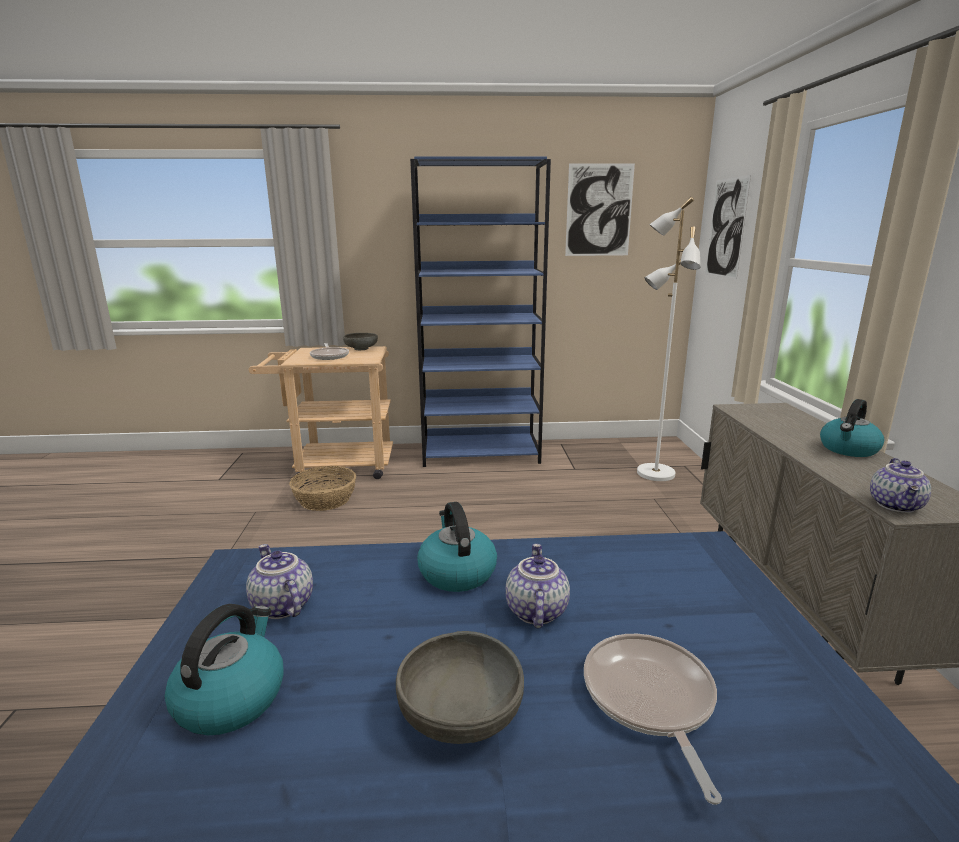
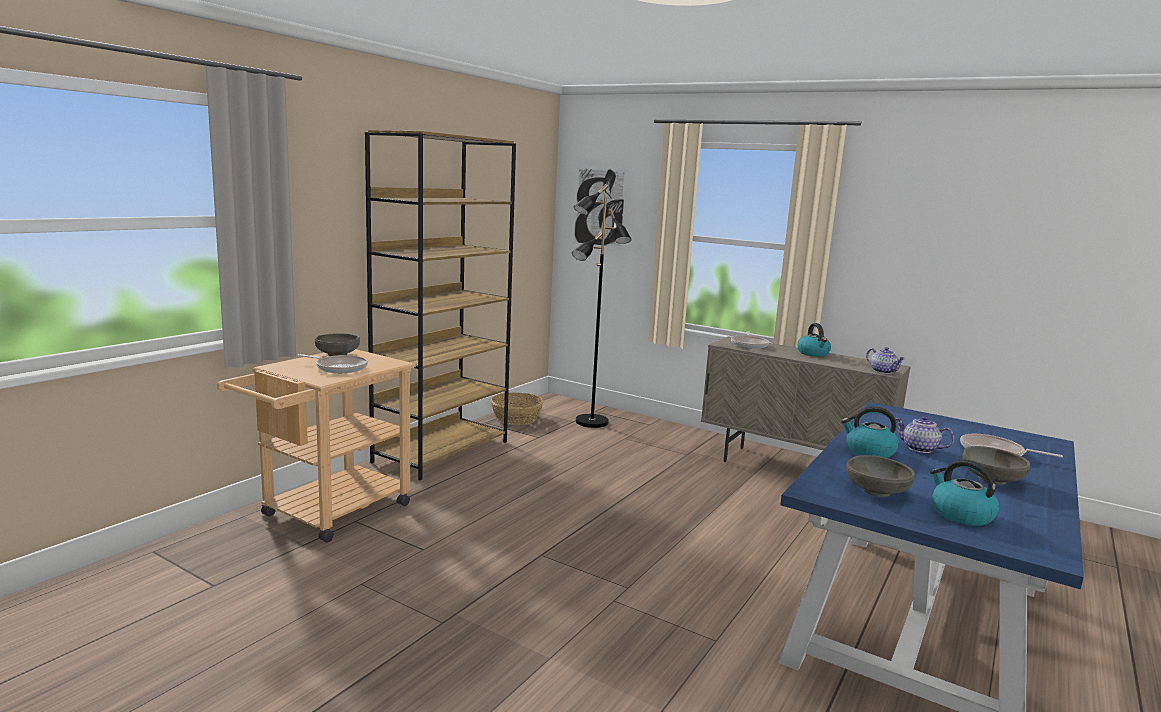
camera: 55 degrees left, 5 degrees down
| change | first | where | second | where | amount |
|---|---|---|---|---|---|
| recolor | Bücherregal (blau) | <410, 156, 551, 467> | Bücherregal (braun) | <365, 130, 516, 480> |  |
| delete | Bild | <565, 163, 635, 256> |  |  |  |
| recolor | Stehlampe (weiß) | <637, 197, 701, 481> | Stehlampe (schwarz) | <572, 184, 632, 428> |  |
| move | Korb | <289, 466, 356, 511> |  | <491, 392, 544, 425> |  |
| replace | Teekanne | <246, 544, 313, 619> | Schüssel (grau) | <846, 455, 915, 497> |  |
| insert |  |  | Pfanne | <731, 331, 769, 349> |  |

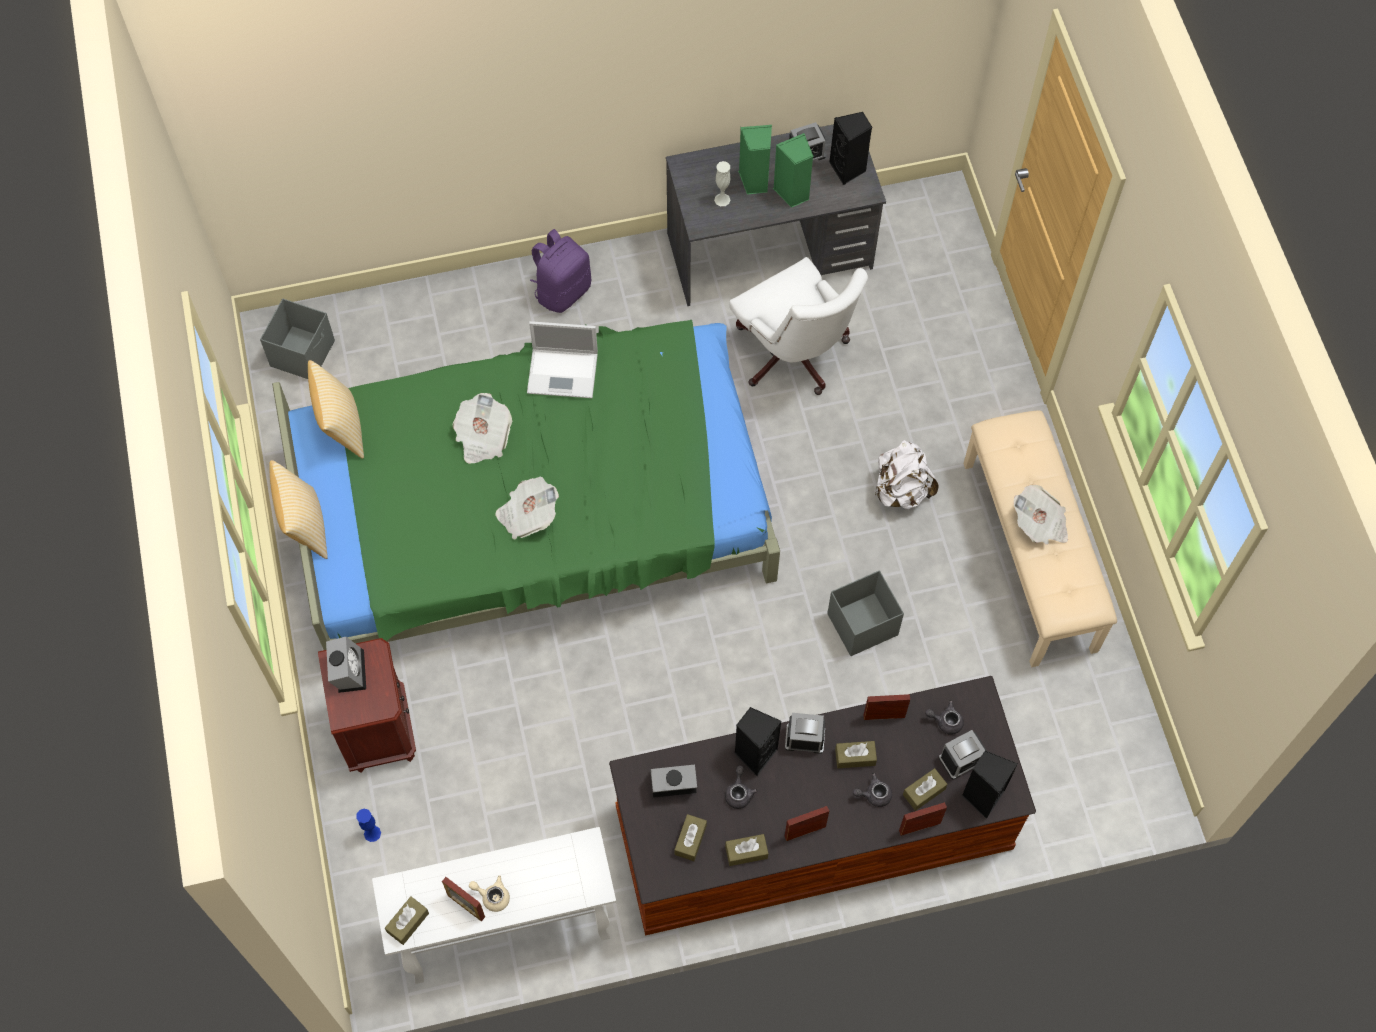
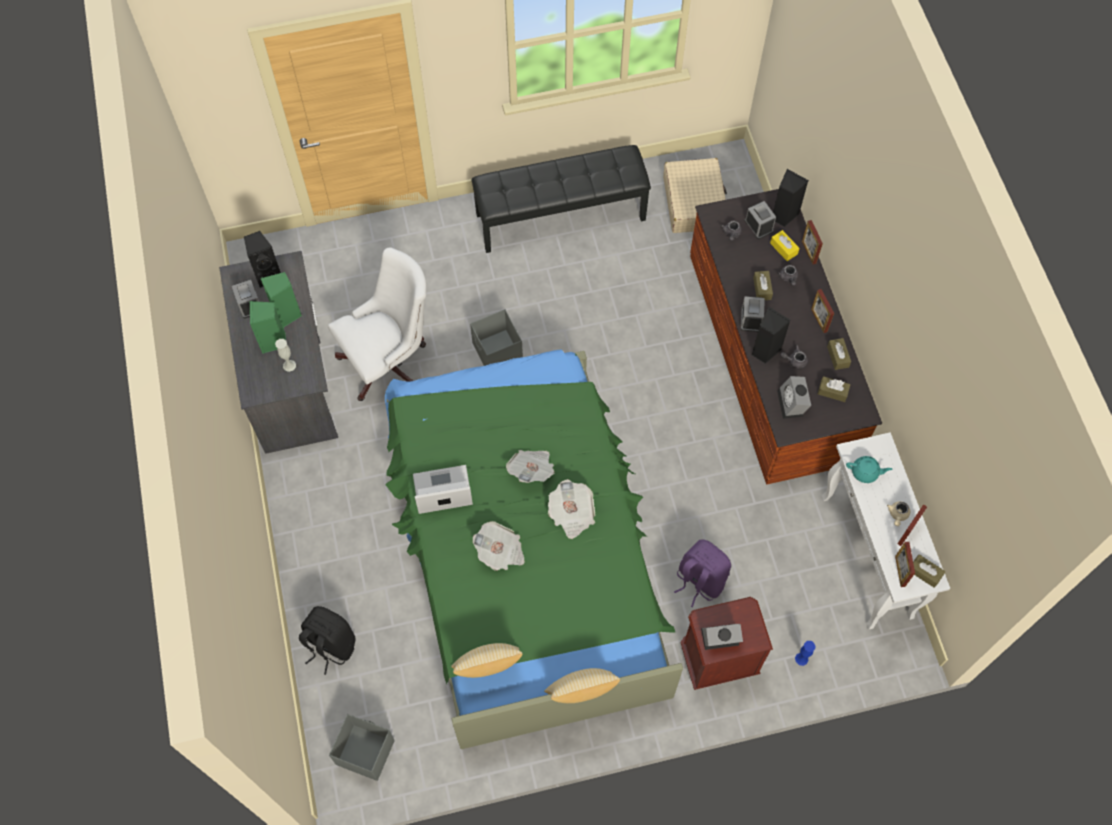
camera: 90 degrees left, 0 degrees up
| change | first | where | second | where | amount |
|---|---|---|---|---|---|
| move | Rucksack (lila) | <530, 229, 591, 313> |  | <674, 539, 731, 607> |  |
| rotate | Laptop | <527, 321, 598, 398> |  | <413, 465, 473, 514> | 105 degrees counterclockwise |
| recolor | Bank (beige) | <963, 410, 1117, 667> | Bank (schwarz) | <471, 145, 651, 253> |  |
| delete | Rucksack (weiß) | <874, 440, 939, 510> |  |  |  |
| move | Zeitung | <1013, 485, 1068, 545> |  | <506, 450, 554, 483> |  |
| move | Aufbewahrungsbox (grau) | <827, 571, 904, 656> |  | <470, 309, 523, 366> |  |
| move | Bilderrahmen | <864, 694, 910, 720> |  | <895, 542, 915, 587> |  |
| recolor | Taschentuchbox (braun) | <903, 768, 947, 811> | Taschentuchbox (gelb) | <770, 230, 800, 261> |  |
| insert |  |  | Koffer (beige) | <663, 158, 727, 233> |  |
| insert |  |  | Teekanne (türkis) | <846, 456, 892, 483> |  |
| insert |  |  | Rucksack (schwarz) | <299, 606, 356, 675> |  |

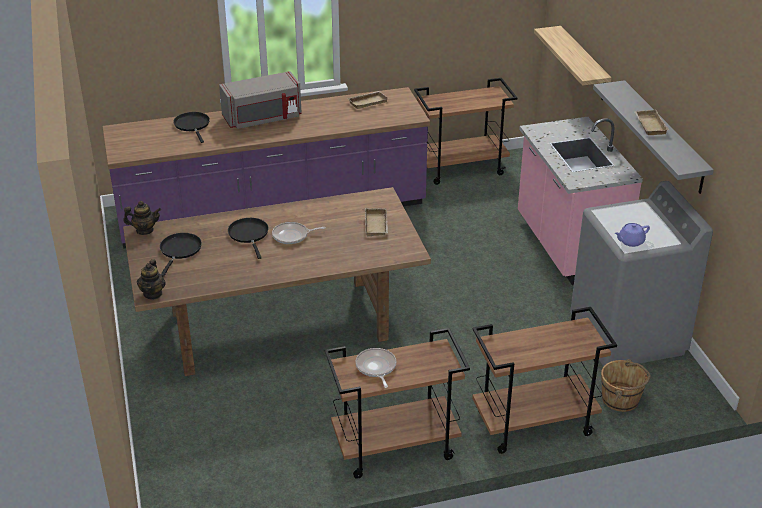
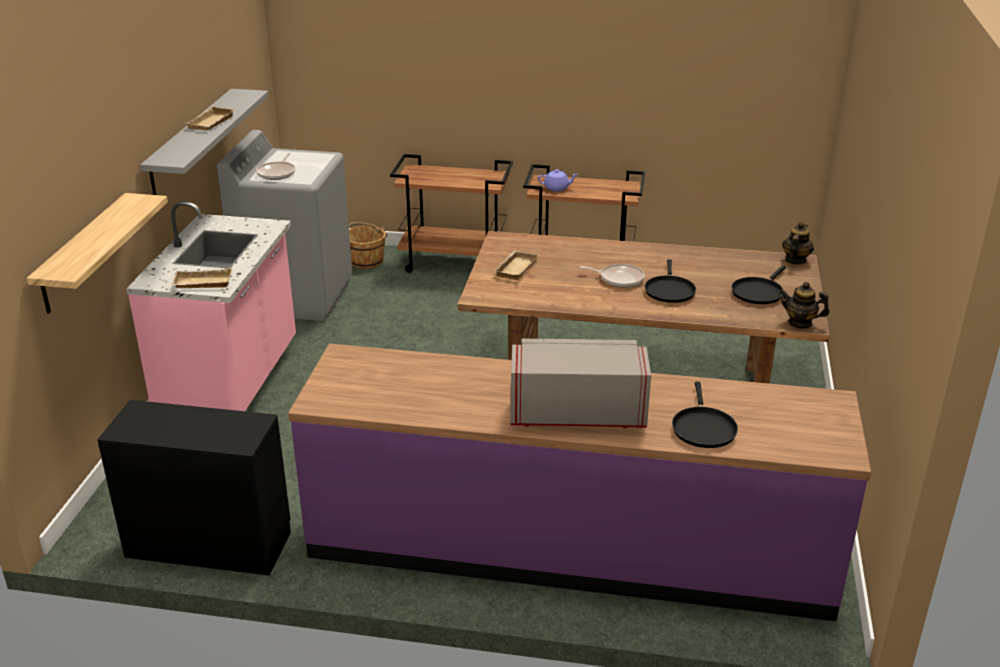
camera: 155 degrees left, 5 degrees down
| change | first | where | second | where | amount |
|---|---|---|---|---|---|
| replace | Rollwagen (braun) | <414, 78, 518, 185> | Kommode (schwarz) | <97, 400, 291, 575> |  |
| move | Tablett (beige) | <348, 91, 388, 109> |  | <172, 268, 232, 288> |  |
| move | Teekanne (lila) | <614, 223, 650, 247> |  | <538, 169, 578, 192> |  |
| move | Pfanne | <355, 348, 396, 388> |  | <256, 153, 296, 180> |  |

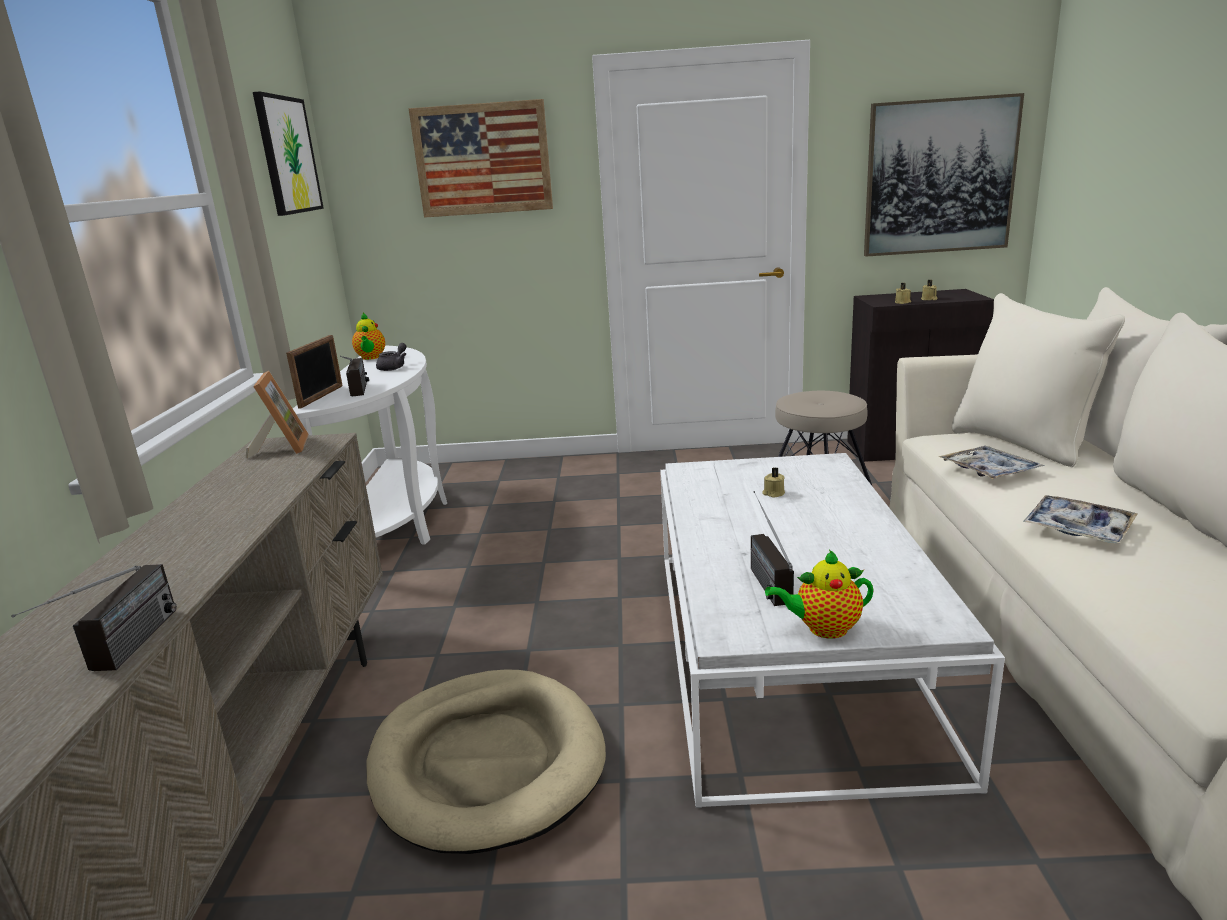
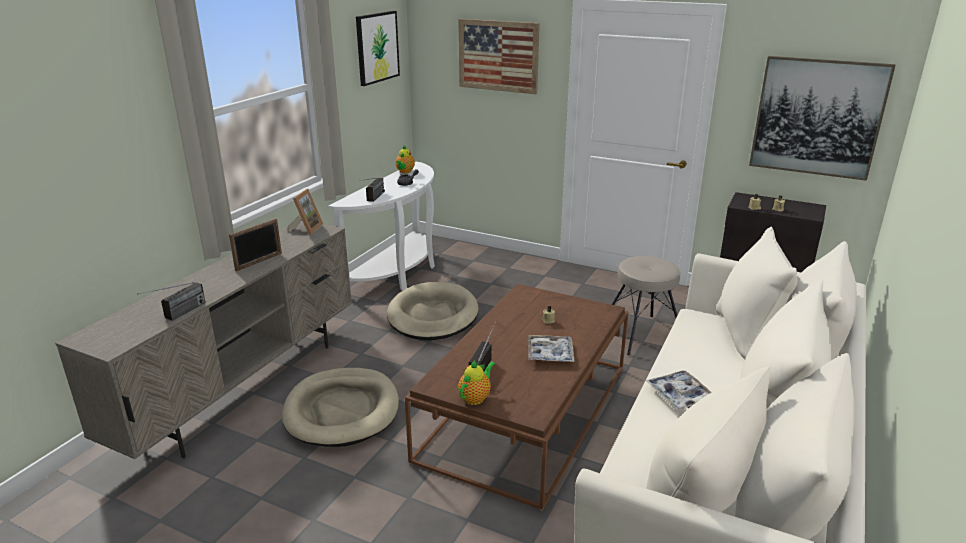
camera: 25 degrees right, 5 degrees up
| change | first | where | second | where | amount |
|---|---|---|---|---|---|
| move | Bilderrahmen | <286, 335, 343, 408> |  | <229, 218, 282, 271> |  |
| move | Tablett | <938, 446, 1044, 479> |  | <528, 335, 575, 362> |  |
| recolor | Couchtisch (weiß) | <660, 453, 1005, 808> | Couchtisch (braun) | <405, 284, 629, 511> |  |
| rotate | Teekanne | <765, 550, 874, 639> |  | <458, 361, 496, 405> | 105 degrees clockwise |
| insert |  |  | Hundebett (beige) | <387, 282, 479, 340> |  |

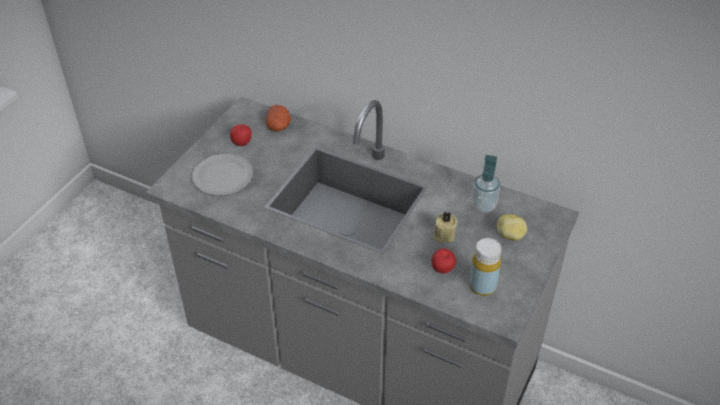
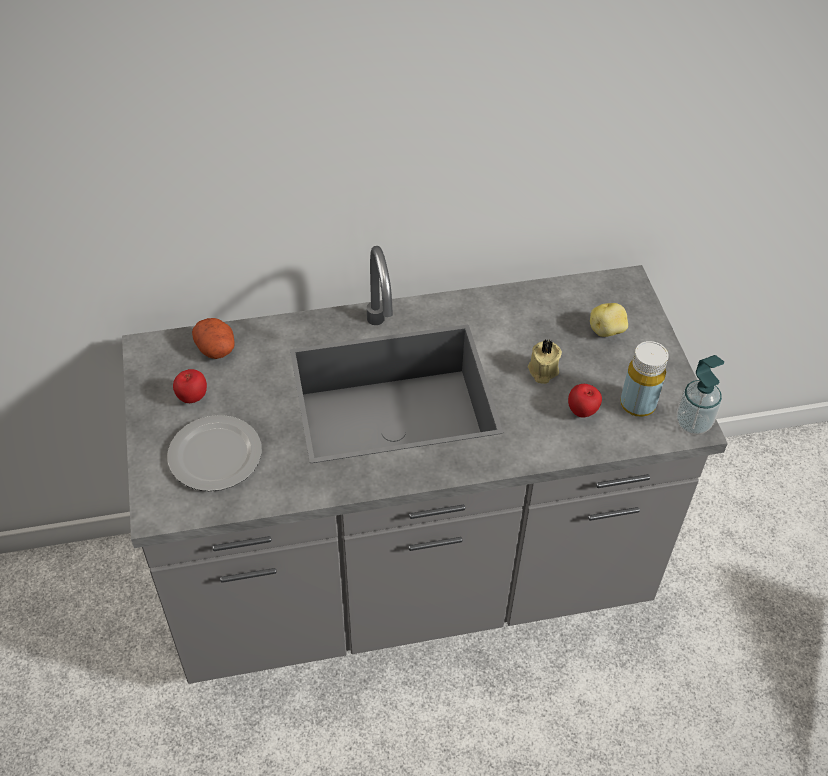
camera: 40 degrees left, 5 degrees up
| change | first | where | second | where | amount |
|---|---|---|---|---|---|
| move | Seifenspender | <472, 155, 500, 213> |  | <677, 355, 724, 435> |  |

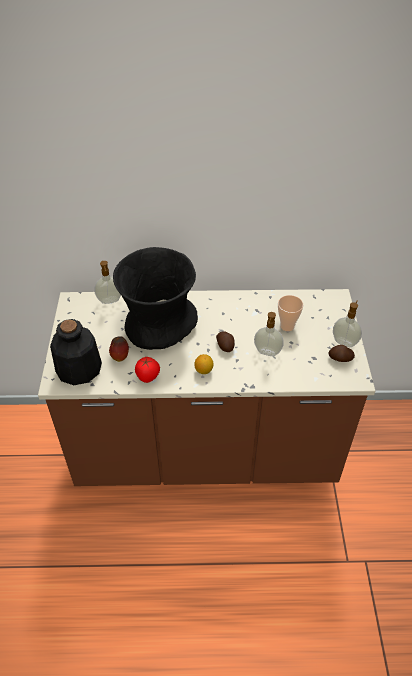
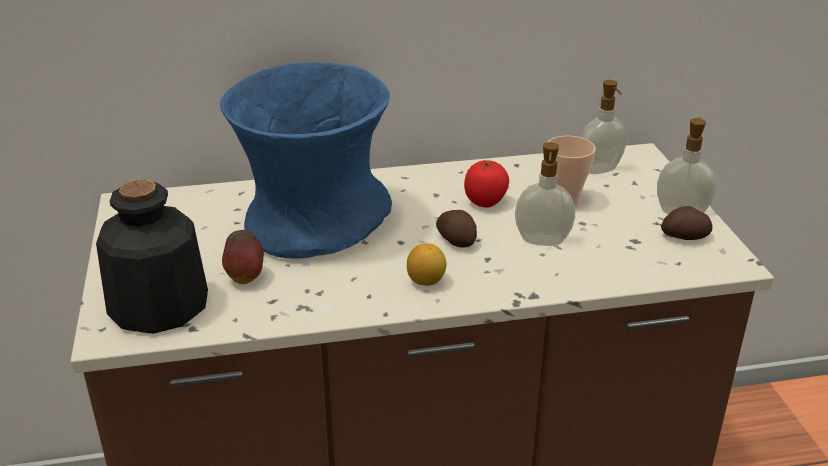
camera: 10 degrees left, 15 degrees down
| change | first | where | second | where | amount |
|---|---|---|---|---|---|
| recolor | Vase (schwarz) | <113, 247, 198, 350> | Vase (blau) | <220, 62, 392, 258> |  |
| move | Seifenspender | <94, 261, 121, 304> |  | <581, 80, 627, 174> |  |
| move | Tomate | <135, 357, 160, 383> |  | <464, 160, 509, 207> |  |

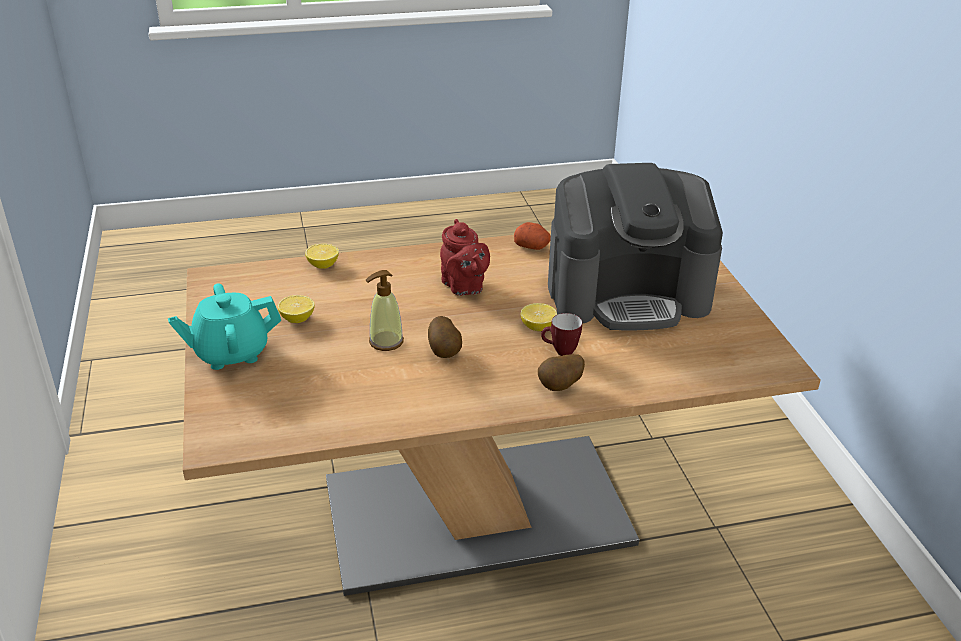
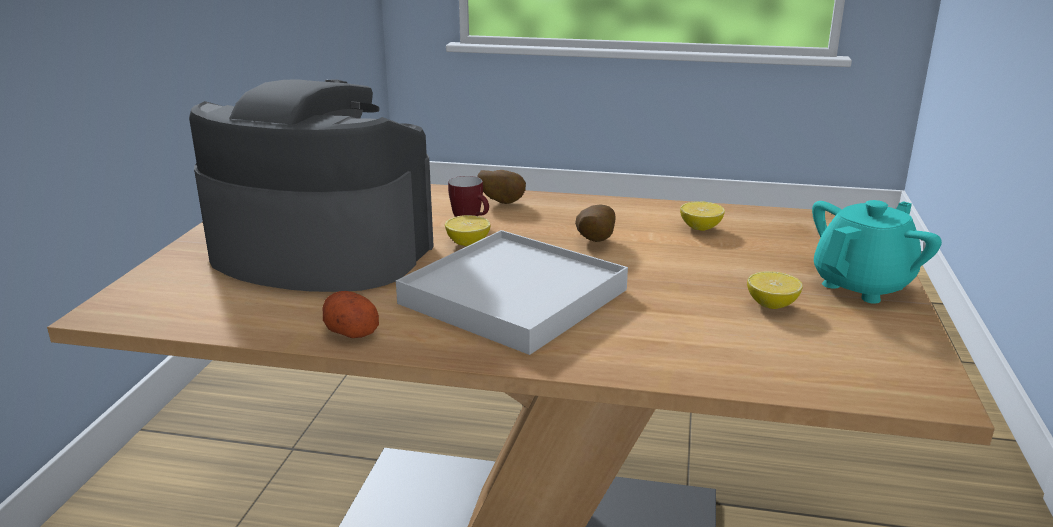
camera: 155 degrees left, 10 degrees down
| change | first | where | second | where | amount |
|---|---|---|---|---|---|
| replace | Teekanne (rot) | <440, 219, 490, 296> | Tablett (weiß) | <396, 230, 628, 355> |  |
| move | Zitrone | <305, 244, 339, 269> |  | <680, 201, 725, 231> |  |
| delete | Seifenspender | <366, 270, 404, 351> |  |  |  |
| rotate | Teekanne (türkis) | <168, 283, 281, 370> |  | <812, 200, 942, 304> | 45 degrees counterclockwise |

